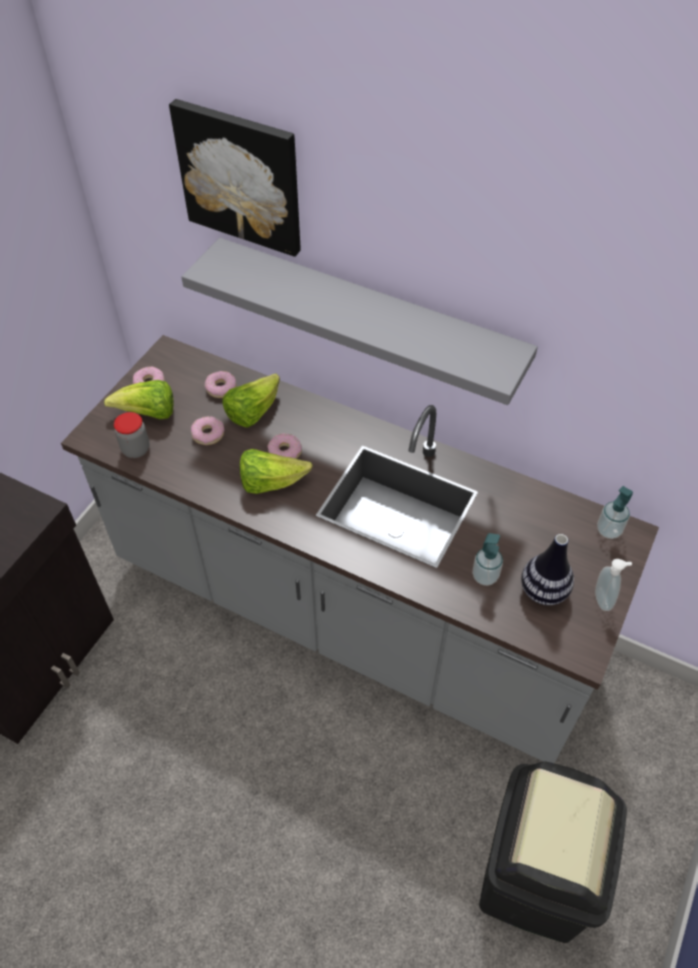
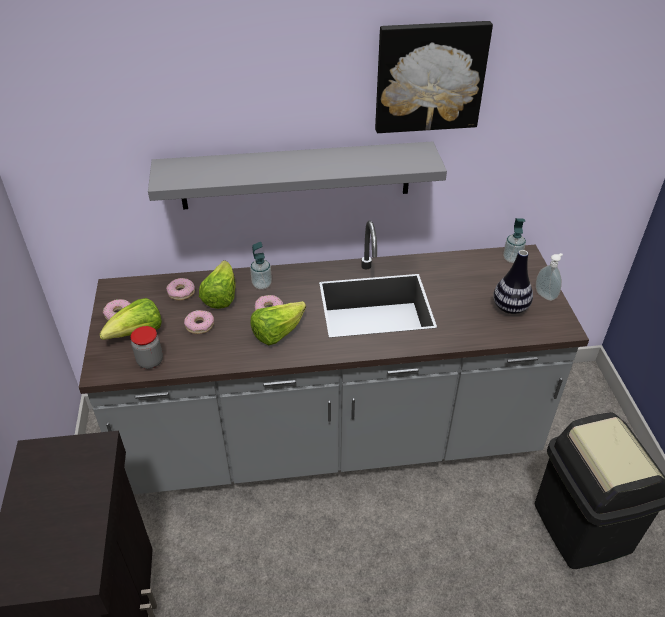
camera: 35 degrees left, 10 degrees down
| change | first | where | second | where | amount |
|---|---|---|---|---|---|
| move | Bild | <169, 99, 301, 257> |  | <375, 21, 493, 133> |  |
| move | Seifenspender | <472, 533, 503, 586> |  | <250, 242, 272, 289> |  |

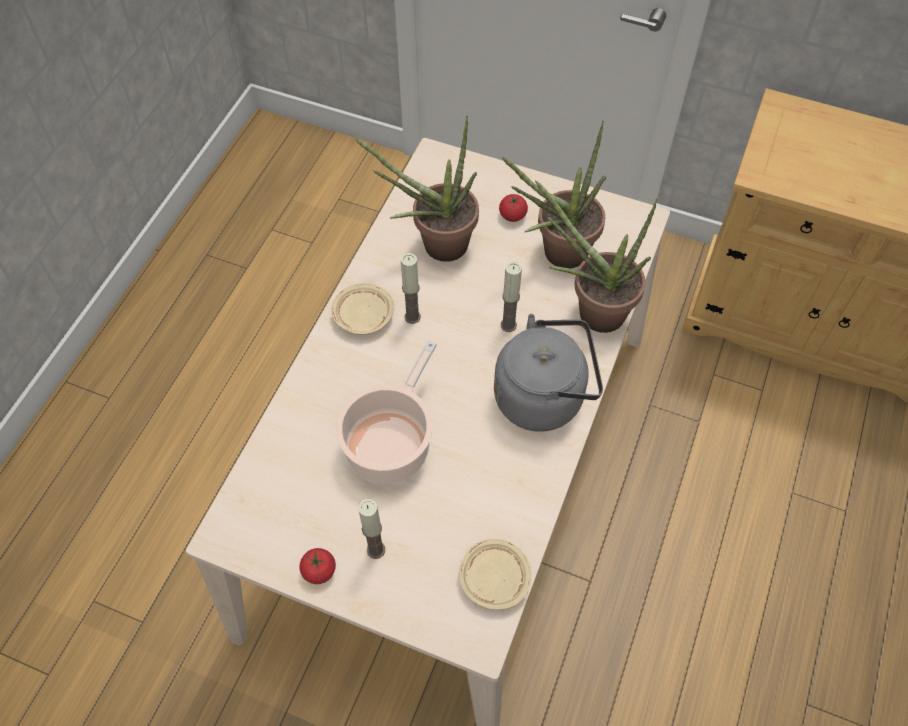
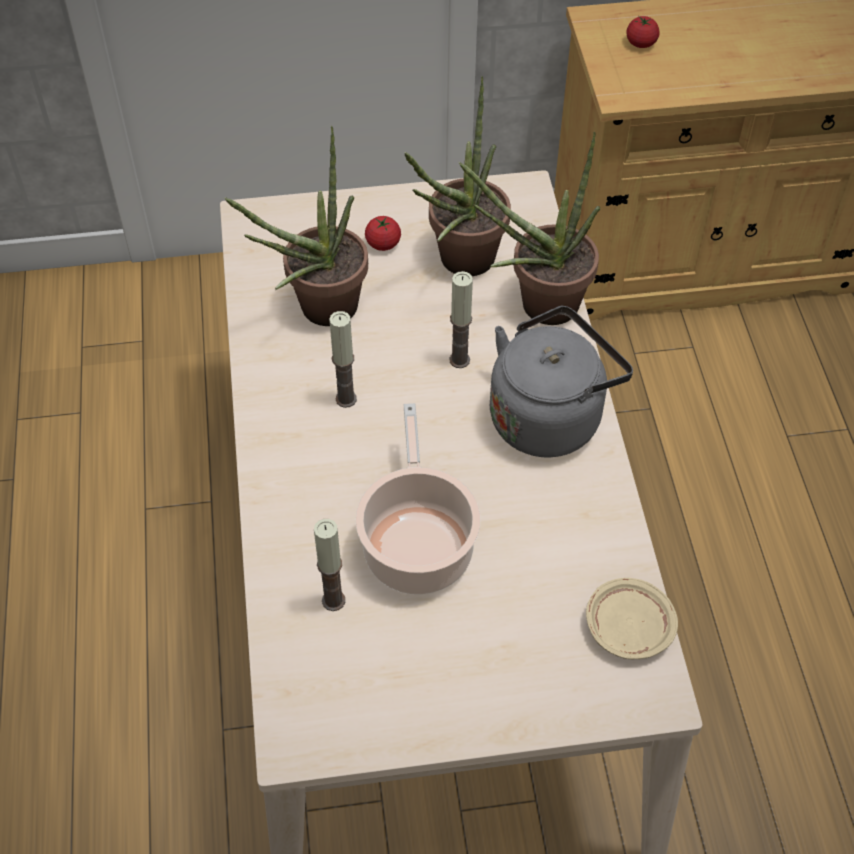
camera: 30 degrees left, 5 degrees down
| change | first | where | second | where | amount |
|---|---|---|---|---|---|
| delete | Teller (beige) | <331, 283, 394, 335> |  |  |  |
| move | Kerze | <358, 499, 385, 559> |  | <314, 519, 345, 611> |  |
| move | Tomate | <299, 548, 336, 584> |  | <626, 16, 660, 48> |  |

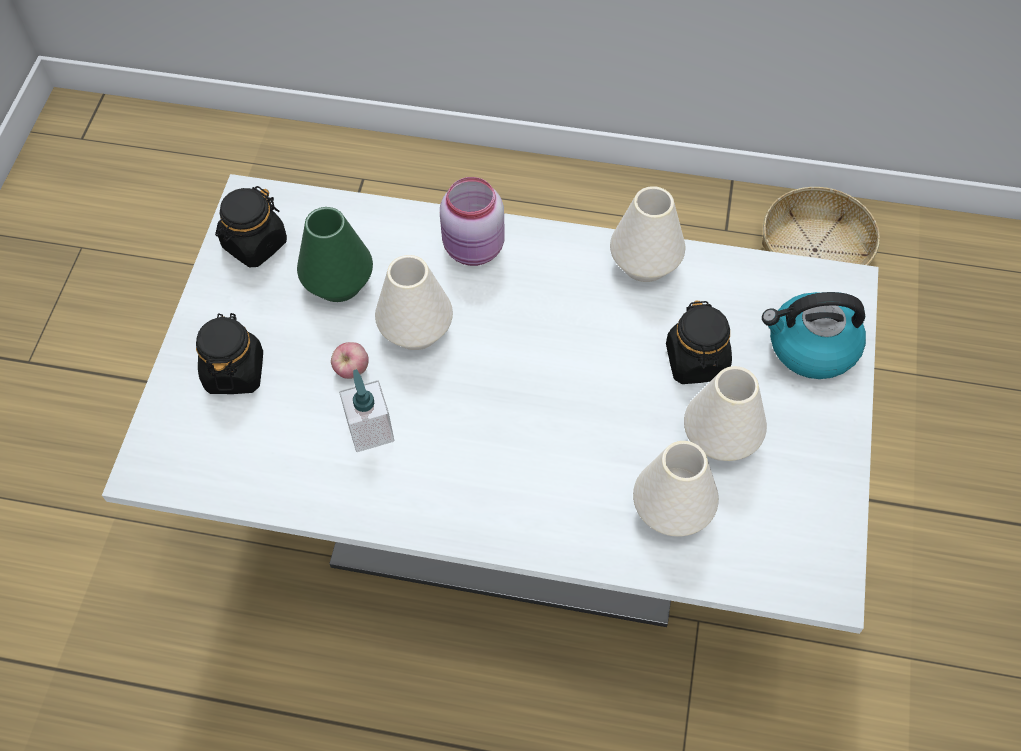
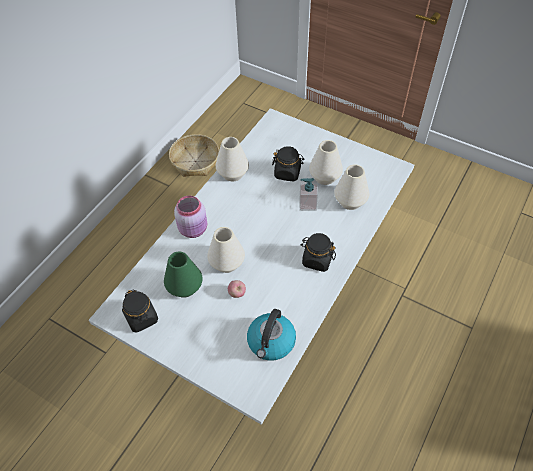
camera: 70 degrees left, 5 degrees down
| change | first | where | second | where | amount |
|---|---|---|---|---|---|
| move | Wasserkessel | <762, 292, 866, 379> |  | <247, 309, 296, 361> |  |
| move | Vorratsglas (schwarz) | <196, 313, 263, 394> |  | <301, 233, 336, 272> |  |
| move | Seifenspender | <339, 369, 394, 452> |  | <300, 178, 318, 211> |  |

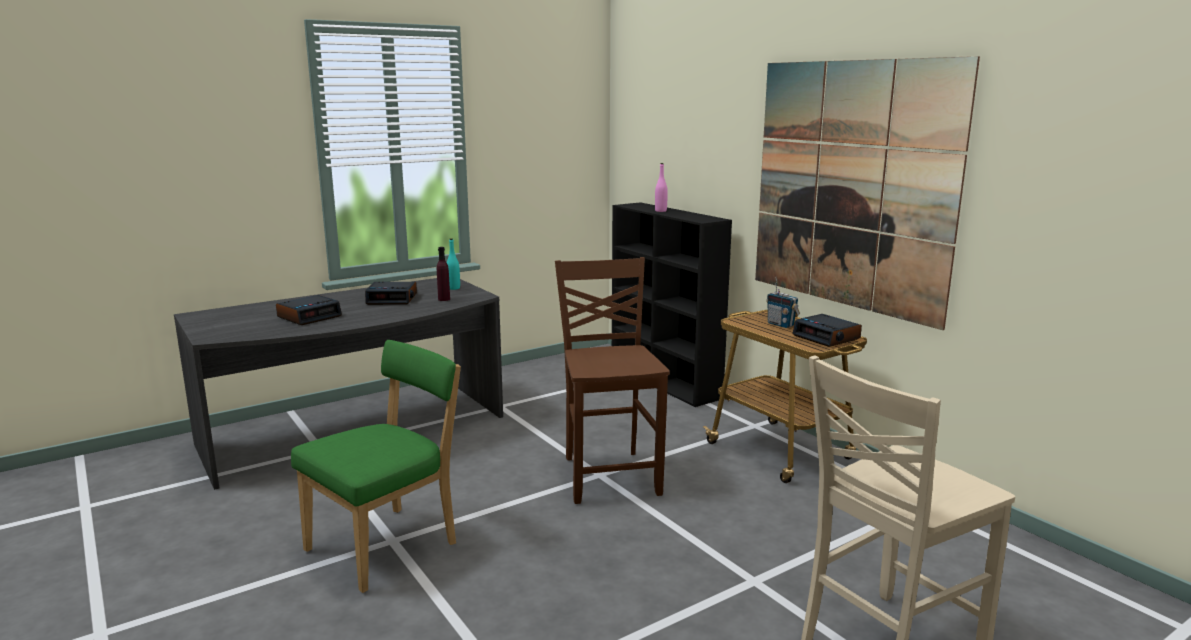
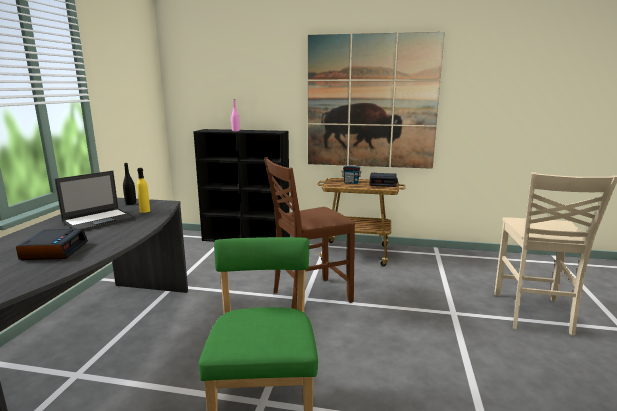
camera: 45 degrees left, 0 degrees up
| change | first | where | second | where | amount |
|---|---|---|---|---|---|
| recolor | Flasche (türkis) | <447, 238, 460, 290> | Flasche (schwarz) | <123, 163, 136, 205> |  |
| recolor | Flasche (lila) | <437, 247, 450, 301> | Flasche (gelb) | <137, 168, 150, 213> |  |
| rotate | Stuhl (braun) | <555, 257, 670, 504> |  | <264, 157, 355, 309> | 60 degrees counterclockwise |
| replace | Wecker | <365, 282, 417, 305> | Laptop | <55, 171, 136, 231> |  |

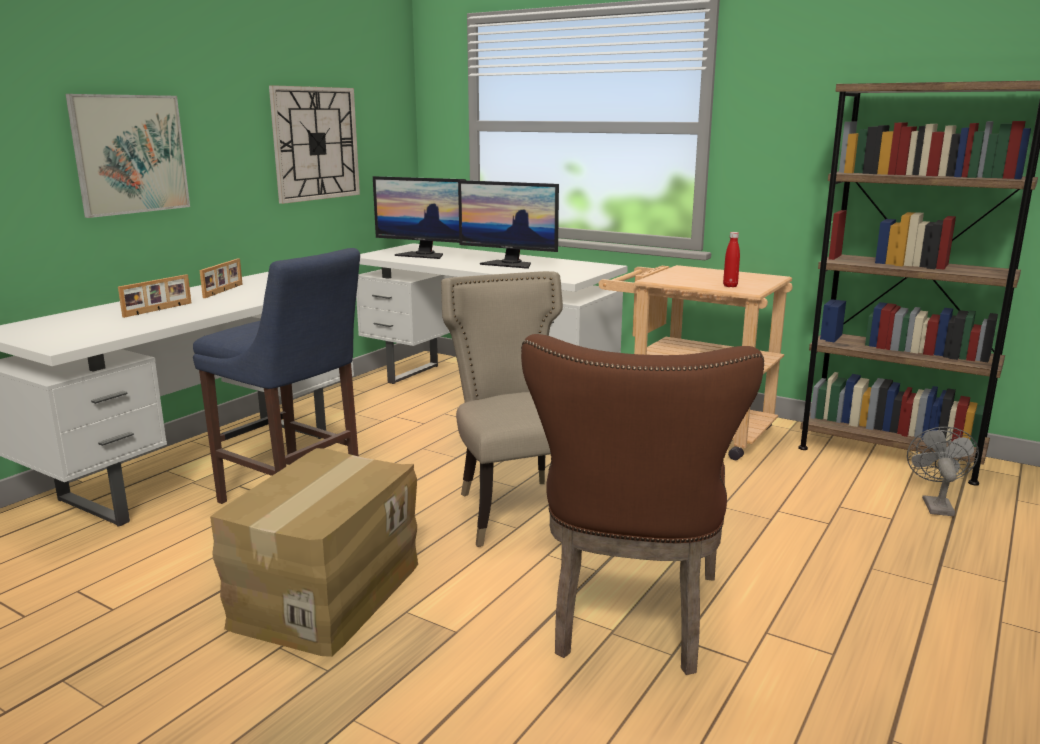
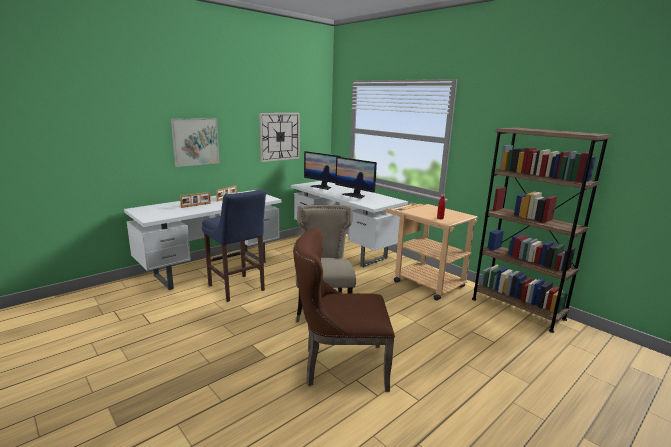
camera: 15 degrees right, 0 degrees up
| change | first | where | second | where | amount |
|---|---|---|---|---|---|
| rotate | Stuhl (braun) | <521, 334, 764, 675> |  | <293, 227, 395, 392> | 60 degrees clockwise |
| delete | Ventilator (grau) | <907, 427, 979, 516> |  |  |  |
| delete | Karton | <210, 448, 418, 657> |  |  |  |

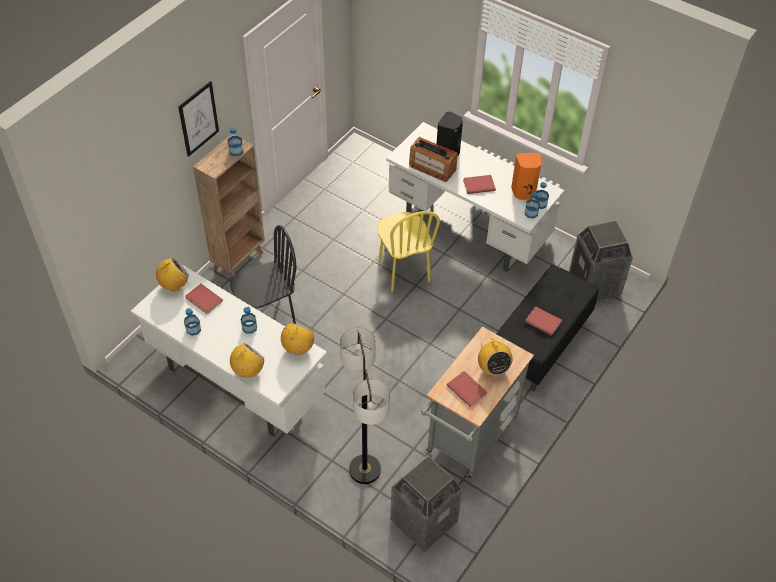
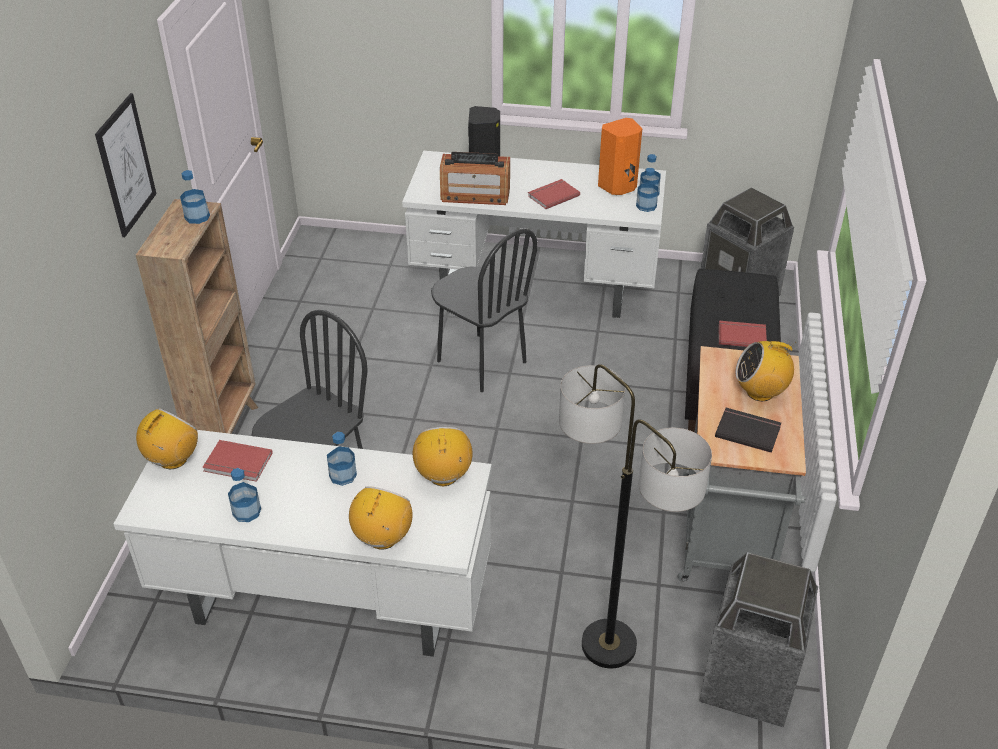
camera: 25 degrees left, 10 degrees down
| change | first | where | second | where | amount |
|---|---|---|---|---|---|
| recolor | Stuhl (gelb) | <377, 211, 440, 292> | Stuhl (schwarz) | <431, 229, 538, 392> |  |
| rotate | Radio | <478, 338, 513, 376> |  | <735, 341, 796, 401> | 135 degrees clockwise |
| recolor | Buch (rot) | <447, 371, 488, 407> | Buch (schwarz) | <715, 408, 781, 453> |  |

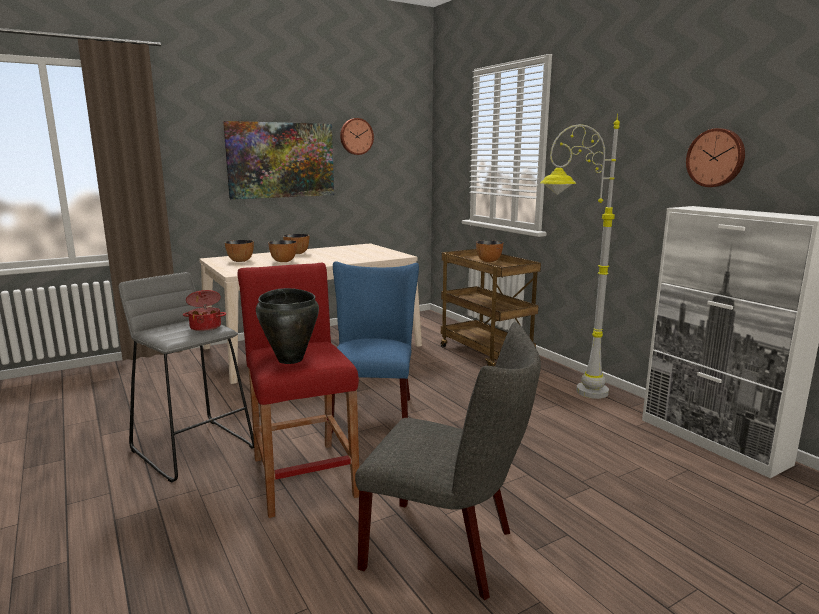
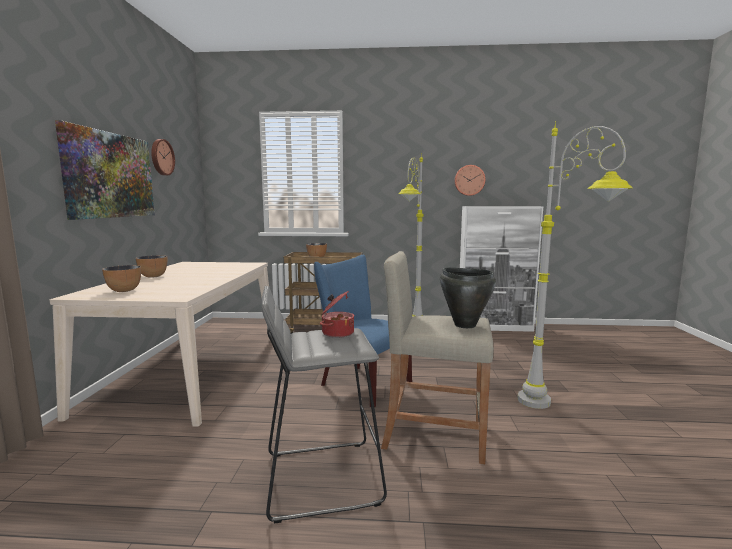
camera: 55 degrees left, 5 degrees down
| change | first | where | second | where | amount |
|---|---|---|---|---|---|
| delete | Schüssel | <268, 240, 297, 262> |  |  |  |
| recolor | Hocker (rot) | <237, 262, 359, 518> | Hocker (beige) | <381, 251, 494, 464> |  |
| replace | Stuhl (grau) | <355, 322, 541, 600> | Stehlampe (grau) | <517, 121, 632, 409> |  |

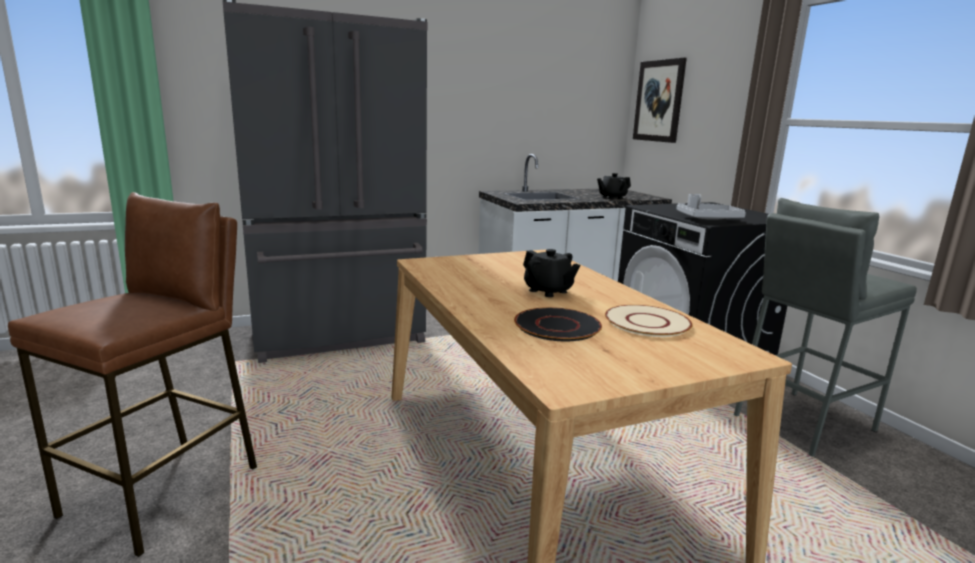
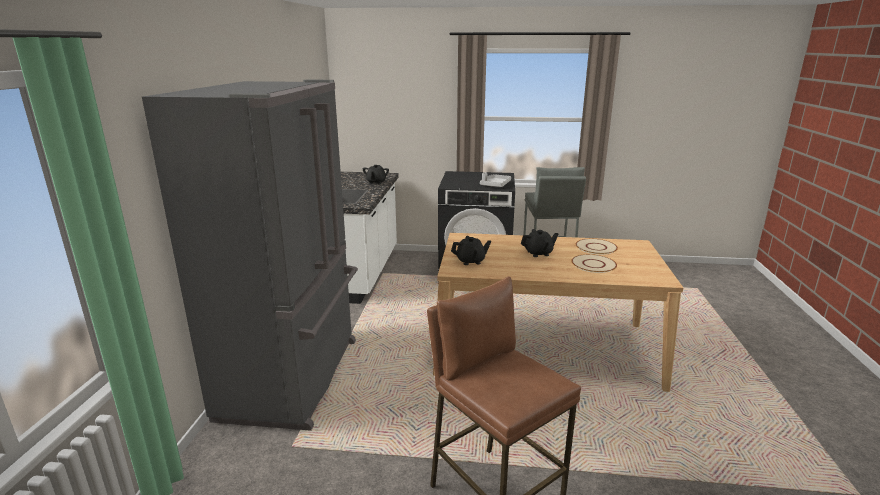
camera: 60 degrees left, 5 degrees up
| change | first | where | second | where | amount |
|---|---|---|---|---|---|
| delete | Bild | <633, 58, 687, 143> |  |  |  |
| recolor | Teller (schwarz) | <514, 307, 602, 341> | Teller (beige) | <571, 254, 617, 273> |  |
| insert |  |  | Teekanne (schwarz) | <451, 236, 491, 265> |  |

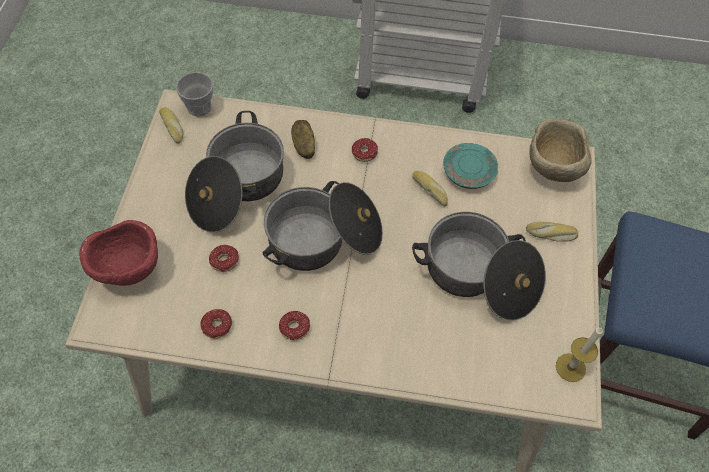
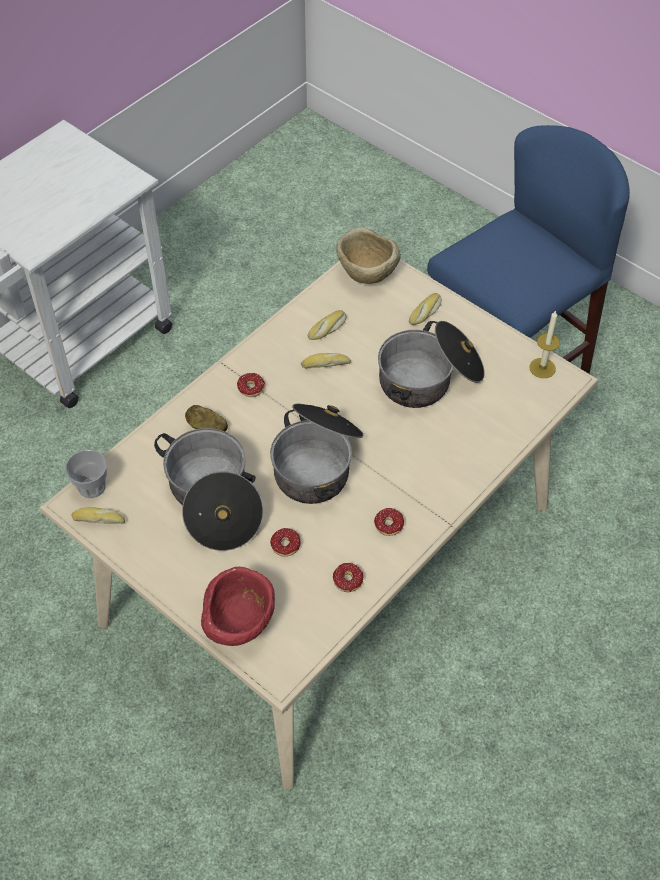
camera: 55 degrees left, 5 degrees down
| change | first | where | second | where | amount |
|---|---|---|---|---|---|
| replace | Teller (türkis) | <443, 143, 498, 189> | Brot | <308, 310, 346, 340> |  |

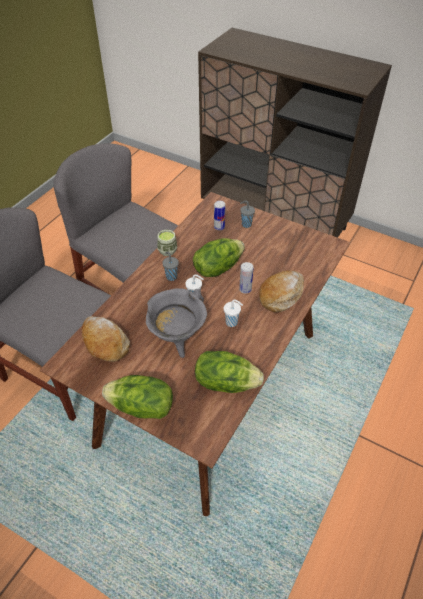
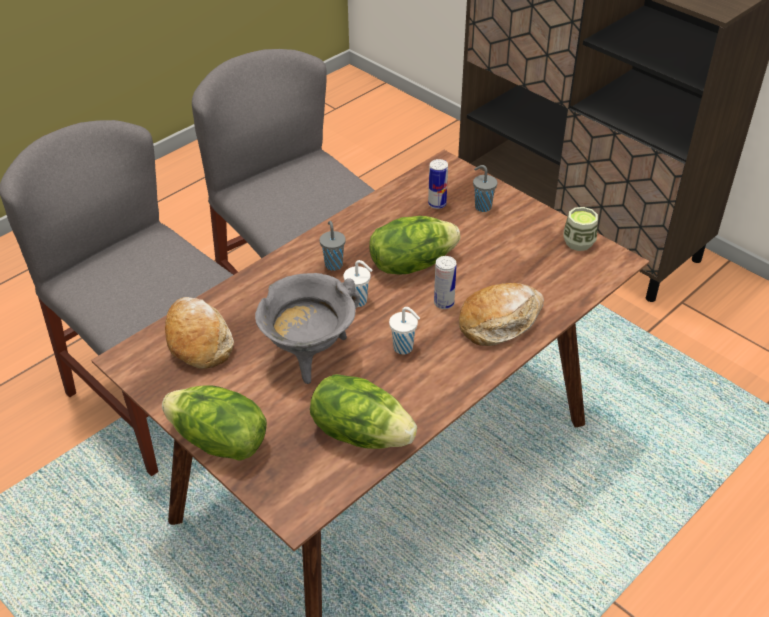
camera: 15 degrees right, 5 degrees down
| change | first | where | second | where | amount |
|---|---|---|---|---|---|
| move | Tasse | <157, 229, 177, 256> |  | <563, 207, 598, 251> |  |

